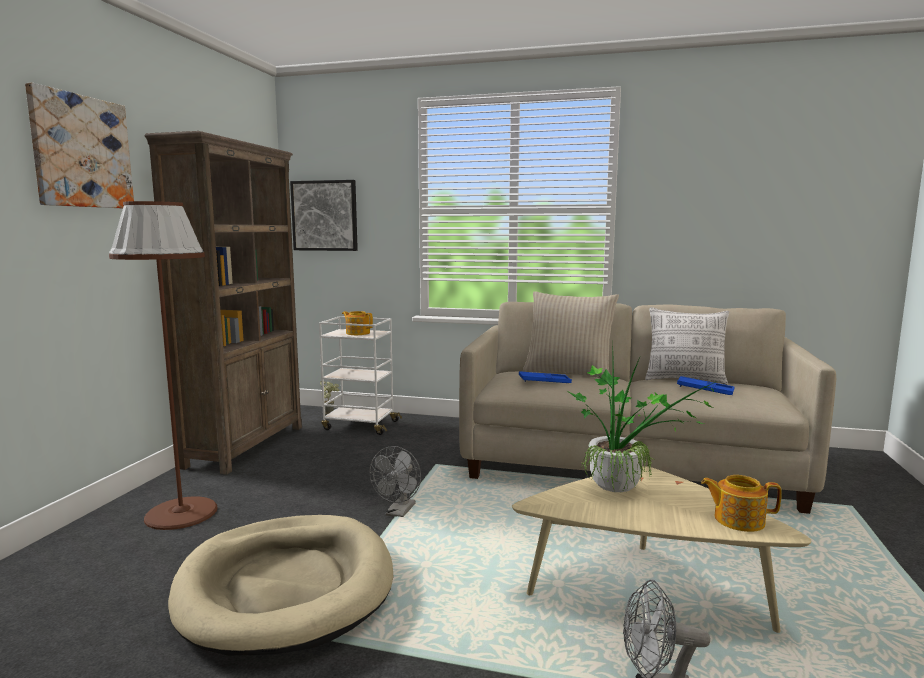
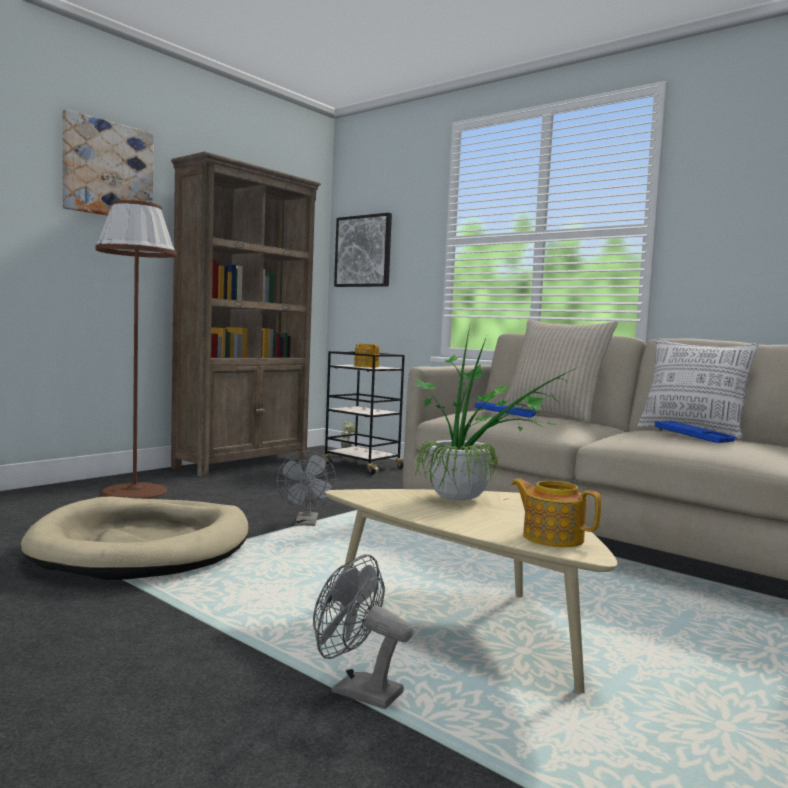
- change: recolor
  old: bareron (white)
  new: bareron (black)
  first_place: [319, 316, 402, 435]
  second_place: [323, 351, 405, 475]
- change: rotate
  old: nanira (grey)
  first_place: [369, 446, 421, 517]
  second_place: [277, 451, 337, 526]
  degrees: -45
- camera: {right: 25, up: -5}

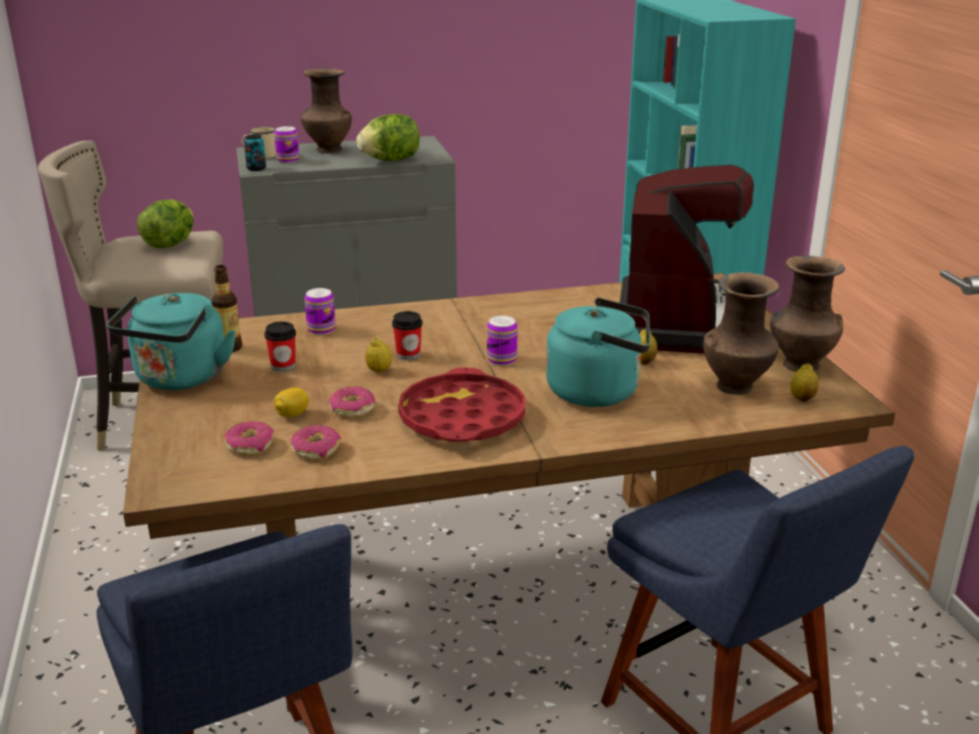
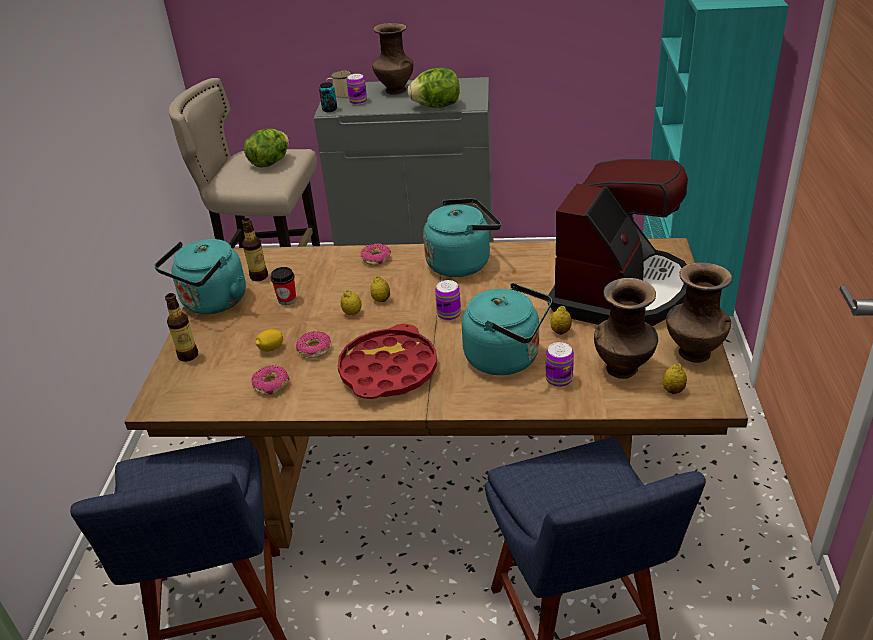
- change: move
  old: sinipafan
  first_place: [305, 288, 335, 335]
  second_place: [546, 342, 574, 387]
- change: replace
  old: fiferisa
  new: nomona
  first_place: [392, 311, 423, 360]
  second_place: [370, 276, 390, 302]
- change: move
  old: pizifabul
  first_place: [224, 421, 274, 456]
  second_place: [361, 244, 391, 266]
- change: insert
  new: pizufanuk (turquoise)
  second_place: [423, 198, 501, 277]
- change: insert
  new: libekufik
  second_place: [165, 293, 198, 362]
- camera: {right: 20, up: 10}

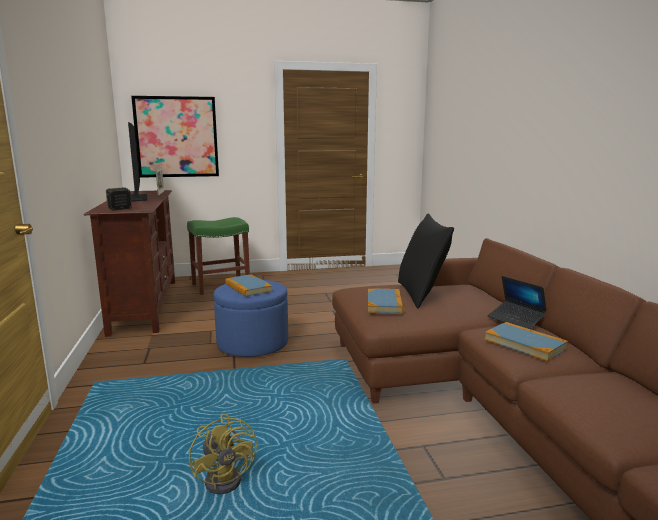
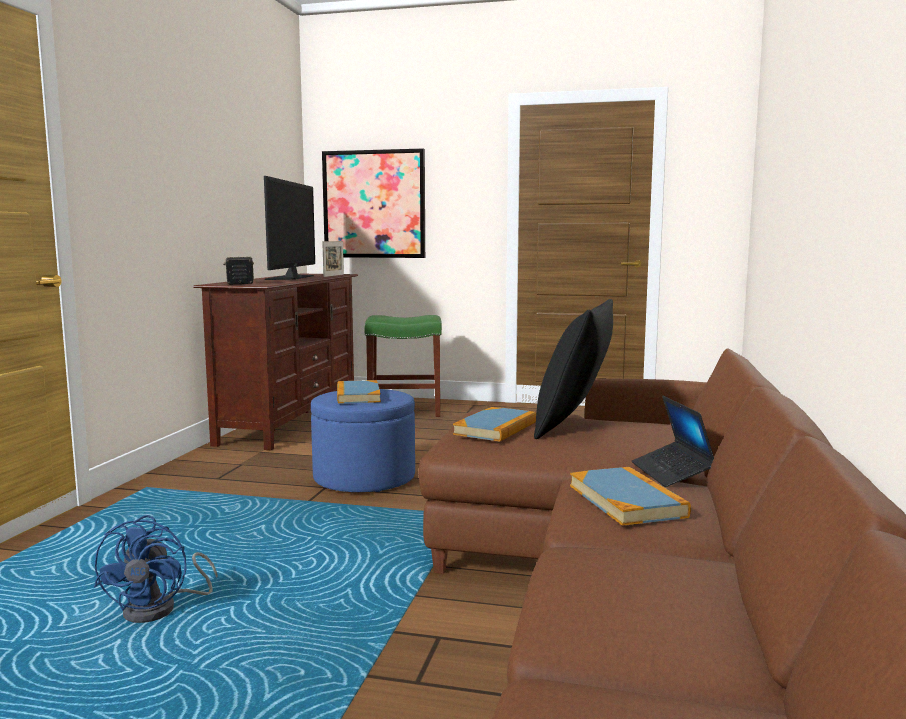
- change: recolor
  old: nanira (yellow)
  new: nanira (blue)
  first_place: [189, 414, 257, 494]
  second_place: [94, 515, 217, 623]
- camera: {right: 25, up: -5}

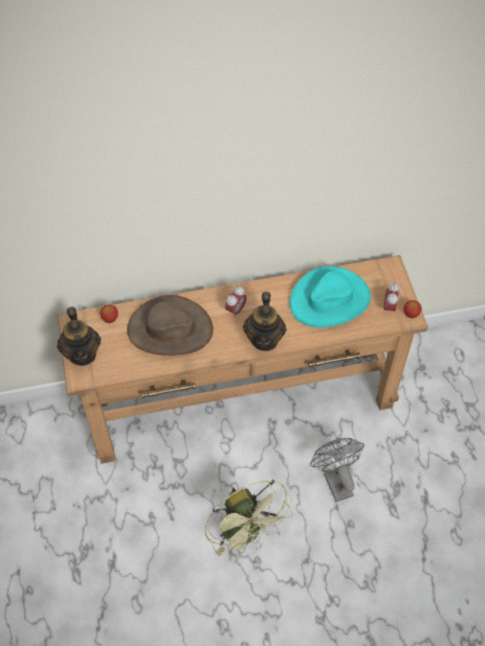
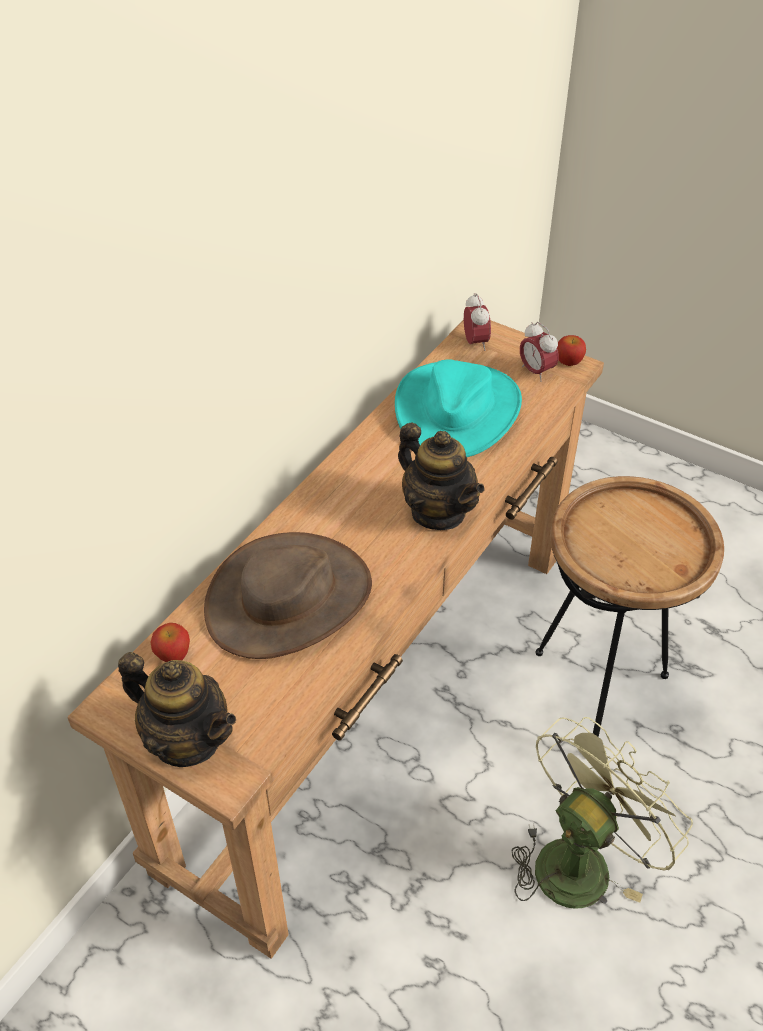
- change: move
  old: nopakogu
  first_place: [225, 286, 247, 318]
  second_place: [464, 293, 491, 351]
- change: replace
  old: nanira (grey)
  new: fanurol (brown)
  first_place: [310, 438, 364, 502]
  second_place: [535, 476, 724, 737]
- change: rotate
  old: nanira (green)
  first_place: [205, 480, 293, 557]
  second_place: [512, 717, 693, 909]
  degrees: -60
- camera: {right: -45, up: -10}

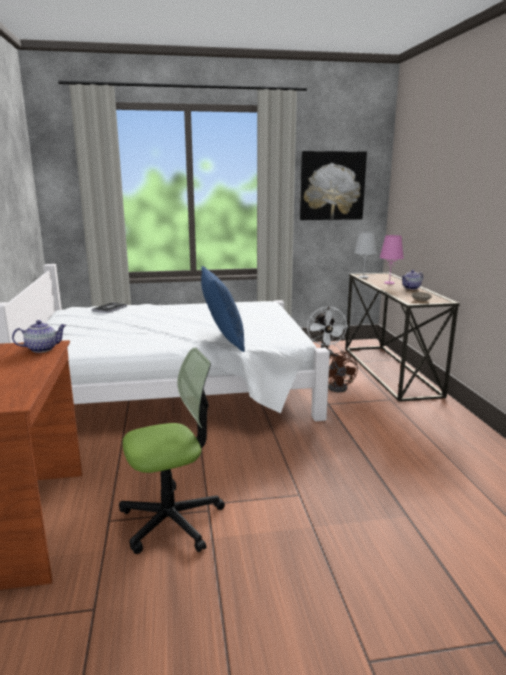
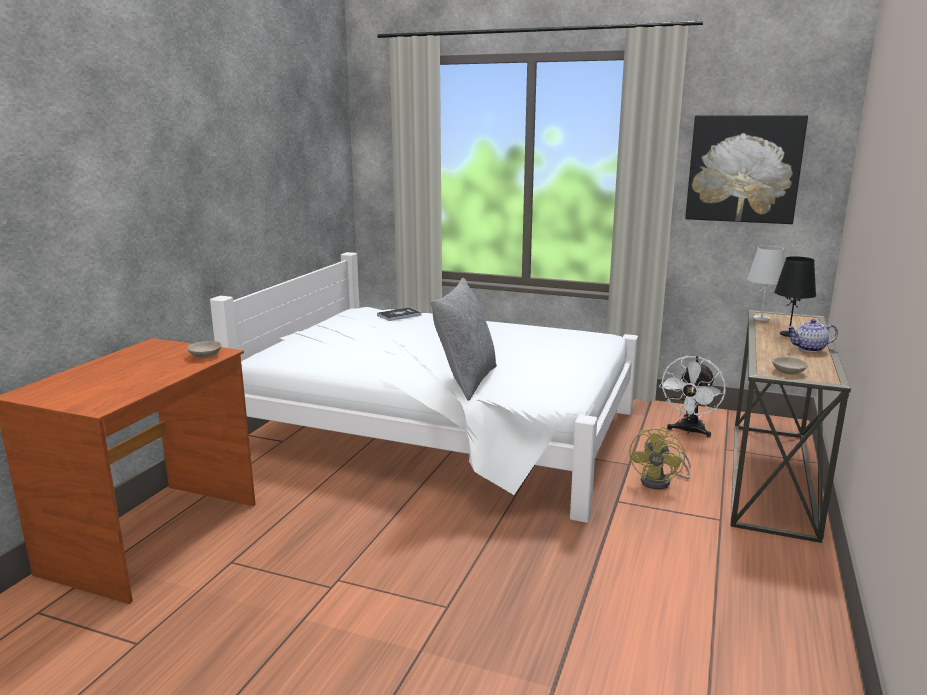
- change: recolor
  old: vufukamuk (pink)
  new: vufukamuk (black)
  first_place: [380, 235, 404, 284]
  second_place: [774, 256, 816, 337]
- change: recolor
  old: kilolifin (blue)
  new: kilolifin (grey)
  first_place: [201, 266, 245, 352]
  second_place: [431, 278, 497, 401]
- change: replace
  old: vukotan
  new: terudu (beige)
  first_place: [12, 320, 67, 353]
  second_place: [187, 341, 222, 358]
- change: delete
  old: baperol
  first_place: [119, 348, 225, 554]
- change: recolor
  old: nanira (brown)
  new: nanira (yellow)
  first_place: [328, 351, 358, 392]
  second_place: [629, 427, 691, 490]
- camera: {right: 30, up: 0}

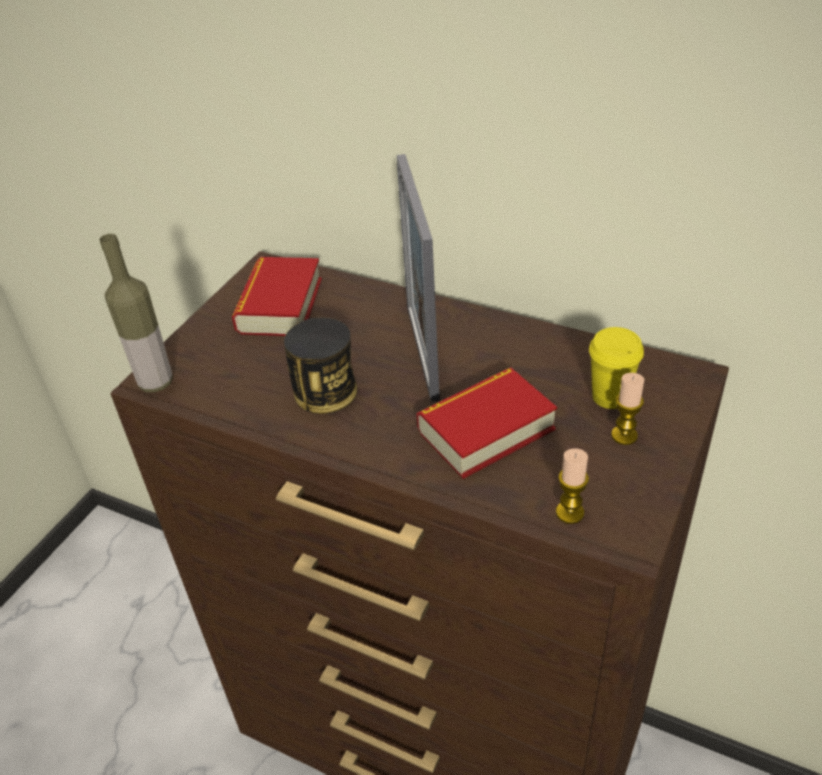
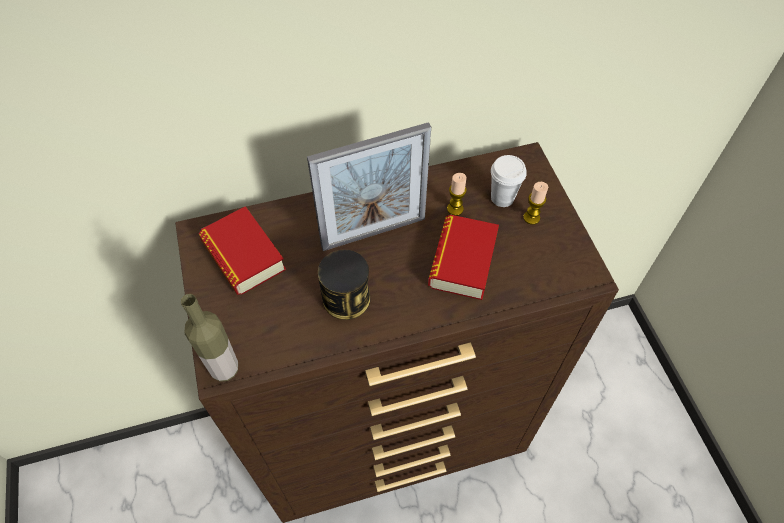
- change: rotate
  old: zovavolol
  first_place: [397, 154, 440, 402]
  second_place: [307, 122, 431, 251]
  degrees: -60
- change: recolor
  old: fiferisa (yellow)
  new: fiferisa (white)
  first_place: [589, 327, 644, 409]
  second_place: [491, 155, 527, 207]
- change: move
  old: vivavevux
  first_place: [556, 448, 589, 524]
  second_place: [447, 173, 467, 216]
- camera: {right: -45, up: 15}

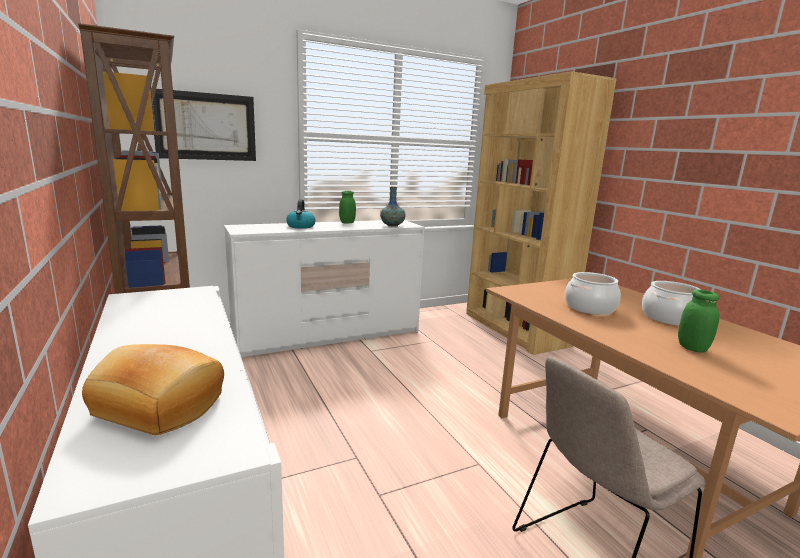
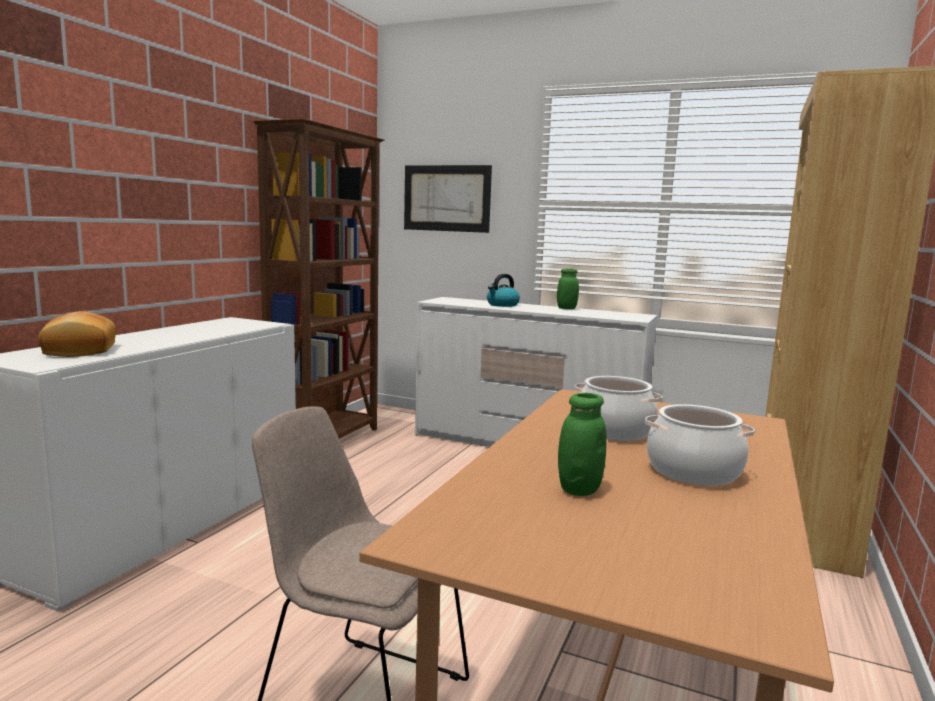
- change: delete
  old: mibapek
  first_place: [380, 187, 406, 227]
- camera: {right: 50, up: -5}

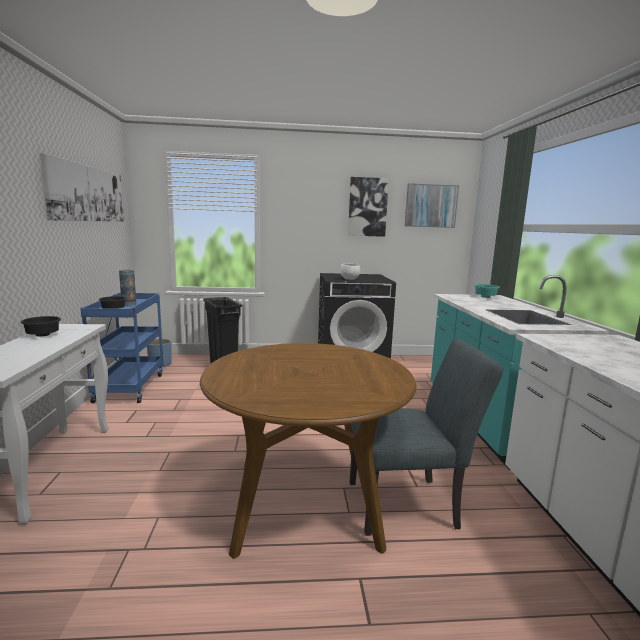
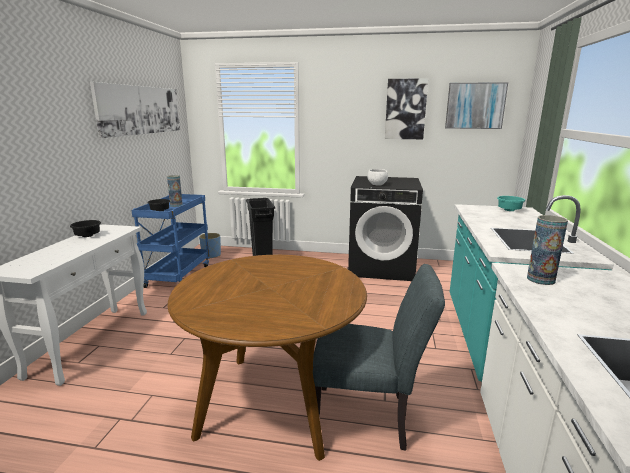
- change: insert
  new: mibapek
  second_place: [527, 215, 568, 285]
- camera: {right: 15, up: 5}

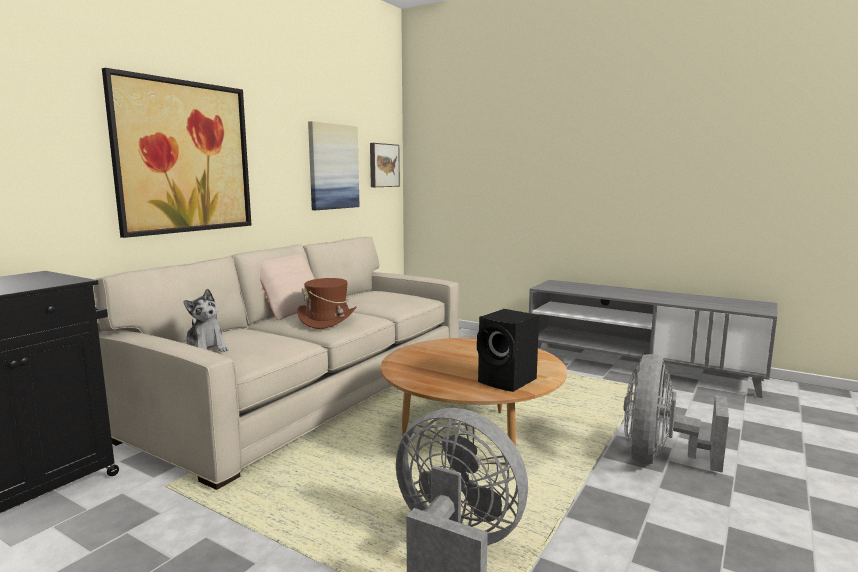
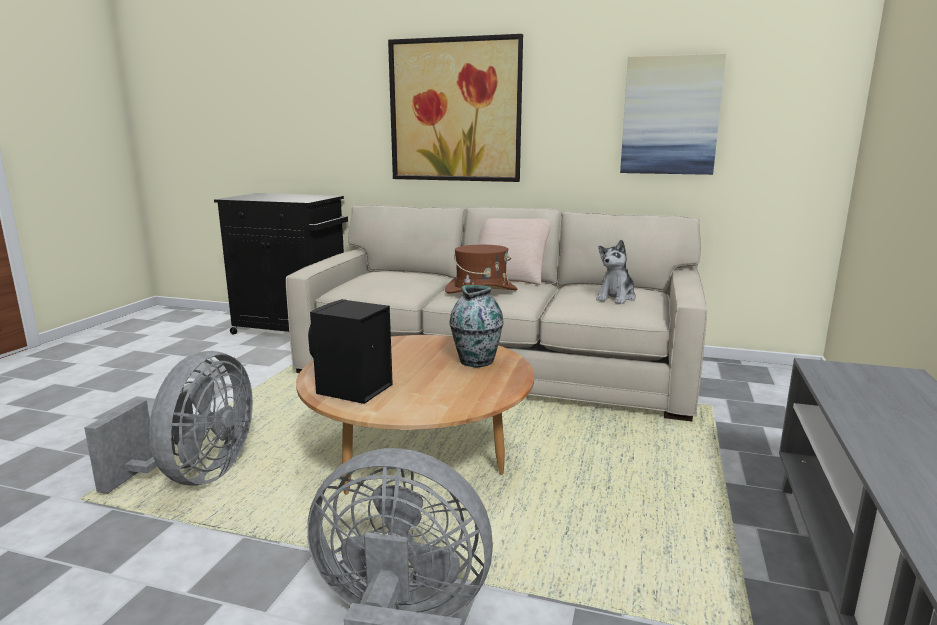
- change: delete
  old: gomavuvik
  first_place: [370, 143, 400, 187]
- change: move
  old: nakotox
  first_place: [184, 289, 229, 352]
  second_place: [596, 240, 636, 304]
- change: insert
  new: mibapek
  second_place: [449, 285, 504, 367]
- camera: {right: 75, up: 5}

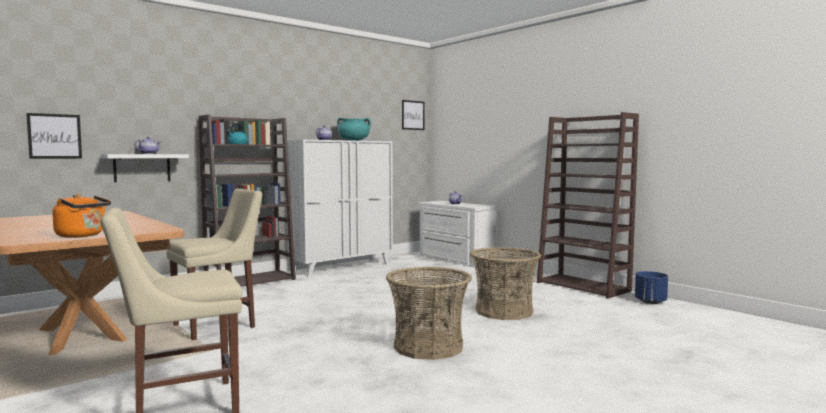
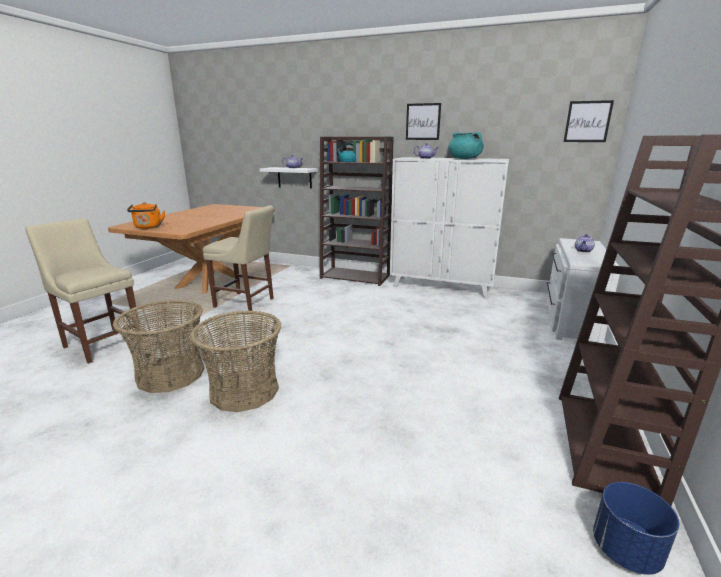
- change: move
  old: gomavuvik
  first_place: [26, 113, 82, 159]
  second_place: [406, 103, 441, 140]
- change: move
  old: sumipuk
  first_place: [470, 247, 541, 320]
  second_place: [113, 300, 204, 393]
- camera: {right: 60, up: 15}

